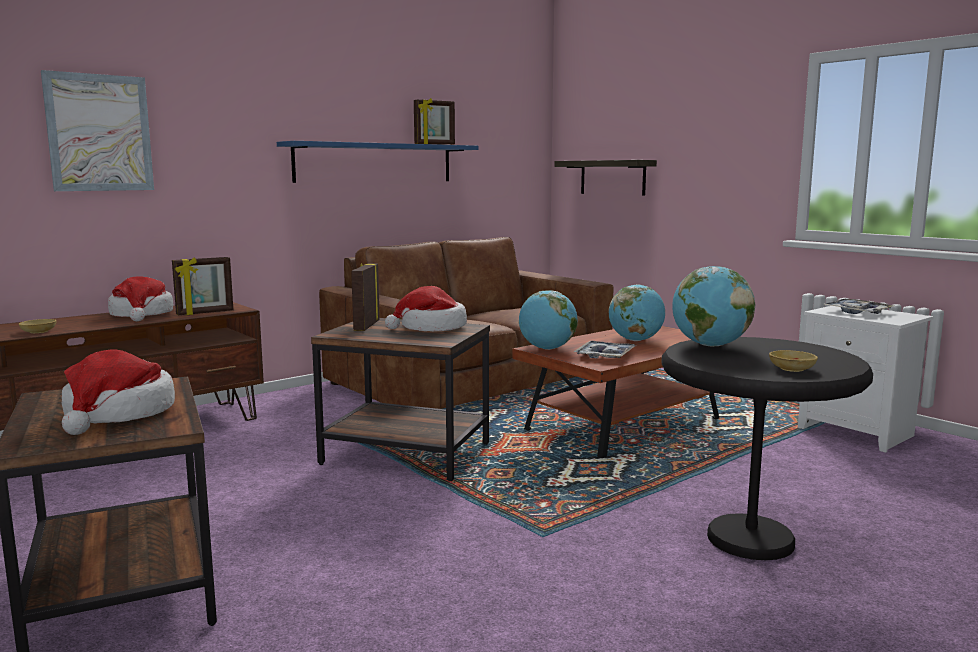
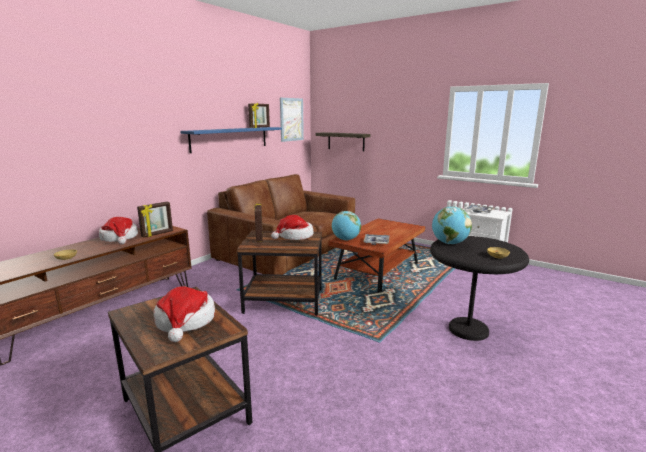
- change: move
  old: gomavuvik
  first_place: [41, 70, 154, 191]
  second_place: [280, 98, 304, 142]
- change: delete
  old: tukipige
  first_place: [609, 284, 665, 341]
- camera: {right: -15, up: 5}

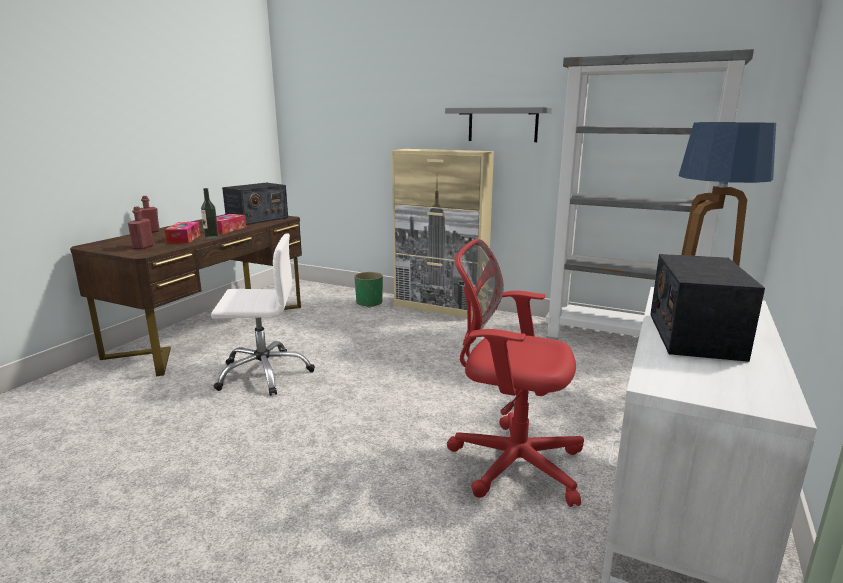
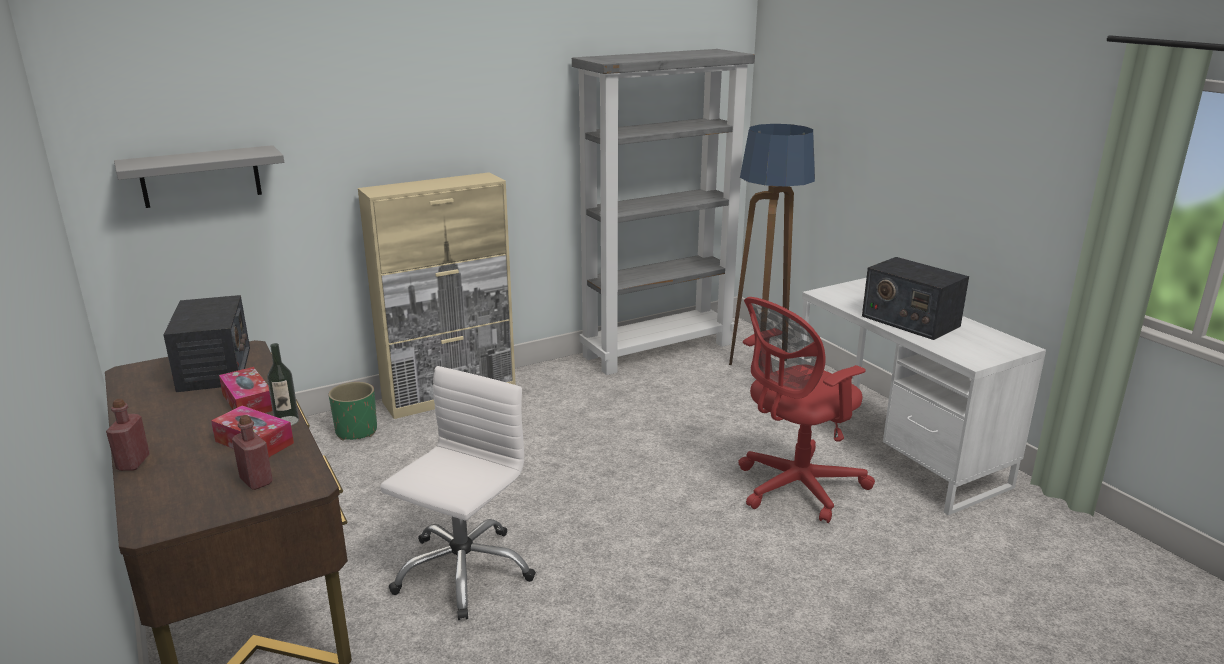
- change: move
  old: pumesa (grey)
  first_place: [445, 107, 552, 142]
  second_place: [114, 145, 284, 208]
- camera: {right: -55, up: 5}

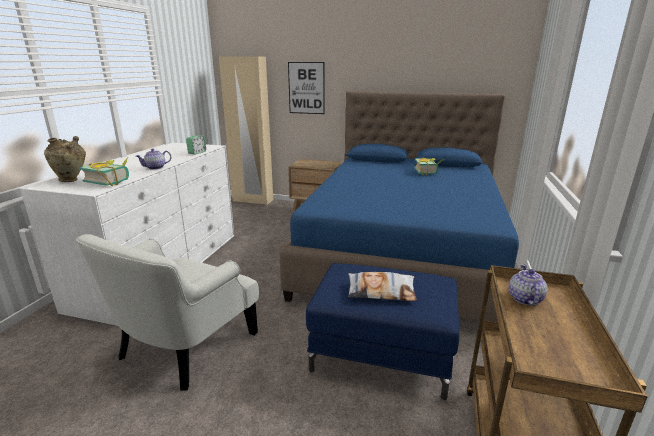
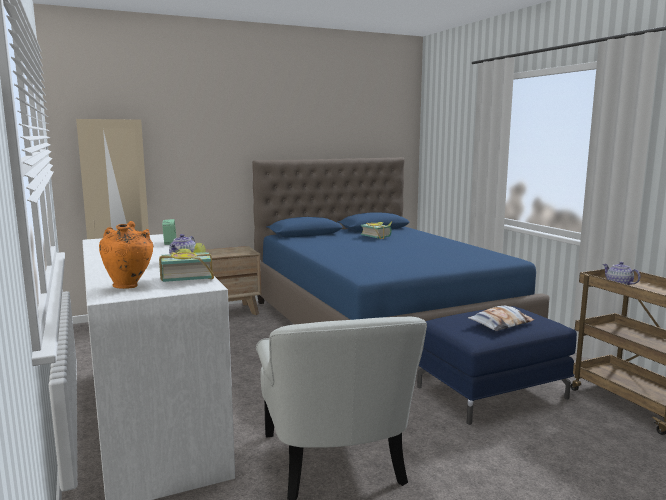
- change: delete
  old: gomavuvik
  first_place: [288, 62, 325, 114]
- change: recolor
  old: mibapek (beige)
  new: mibapek (orange)
  first_place: [44, 136, 86, 182]
  second_place: [99, 221, 154, 289]
- camera: {right: -40, up: -10}

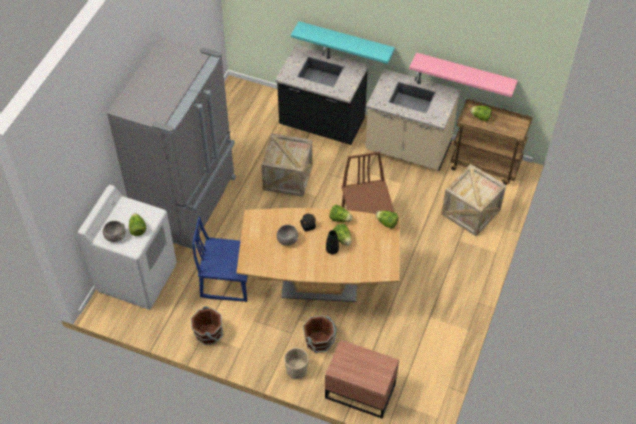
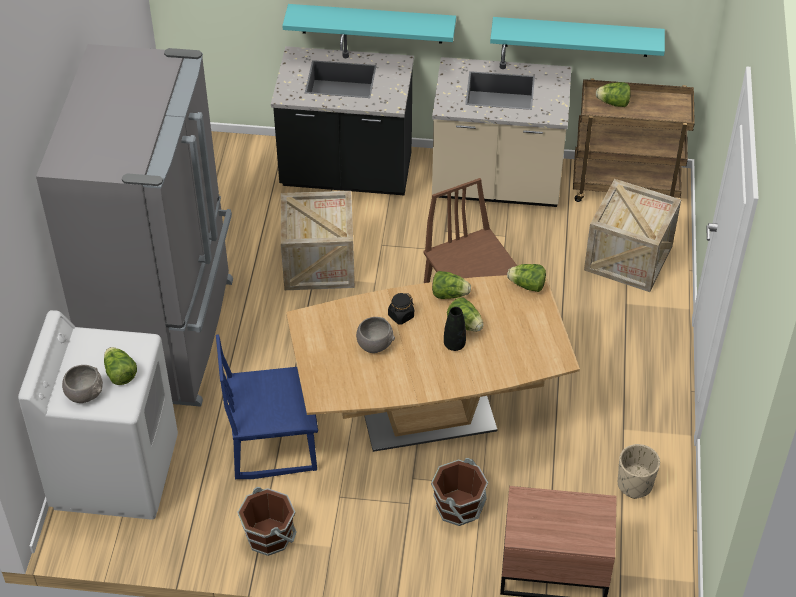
- change: recolor
  old: pumesa (pink)
  new: pumesa (turquoise)
  first_place: [409, 52, 518, 97]
  second_place: [490, 17, 665, 57]
- change: move
  old: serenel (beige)
  first_place: [284, 348, 309, 379]
  second_place: [618, 444, 660, 499]
- camera: {right: -15, up: -5}

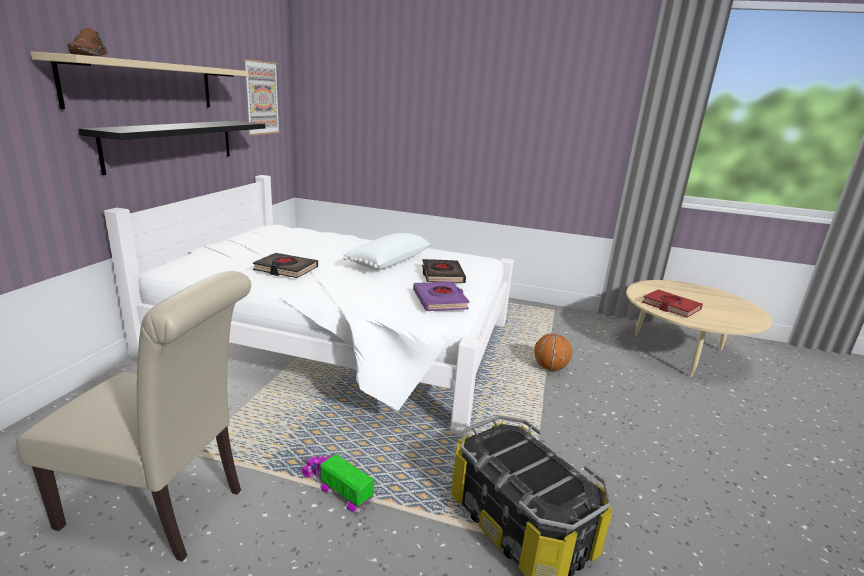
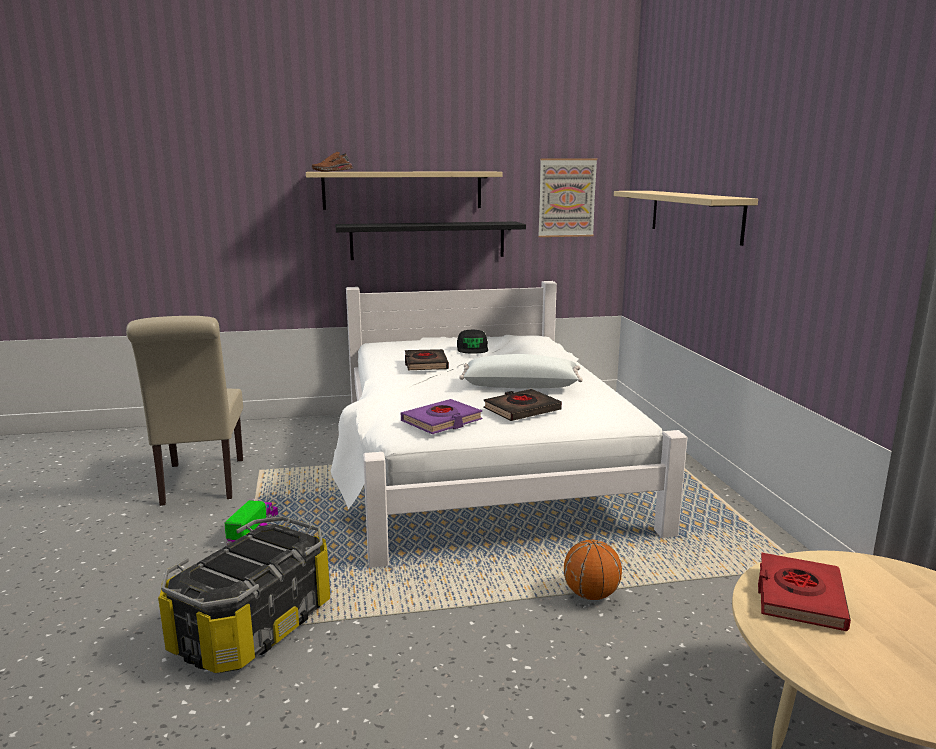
- change: insert
  new: pumesa (beige)
  second_place: [614, 191, 758, 246]
- change: insert
  new: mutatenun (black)
  second_place: [457, 330, 488, 354]
- camera: {right: 65, up: -5}

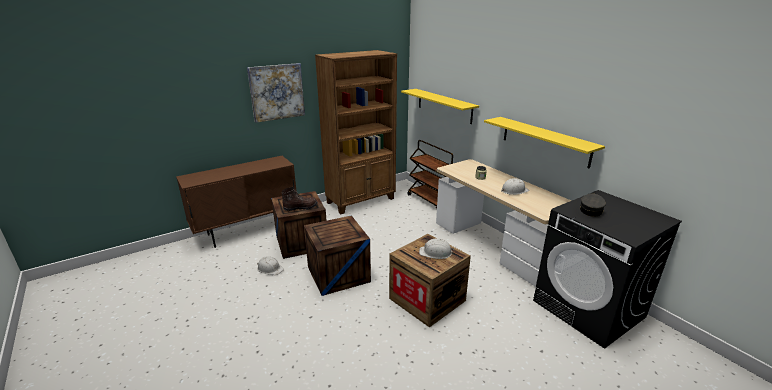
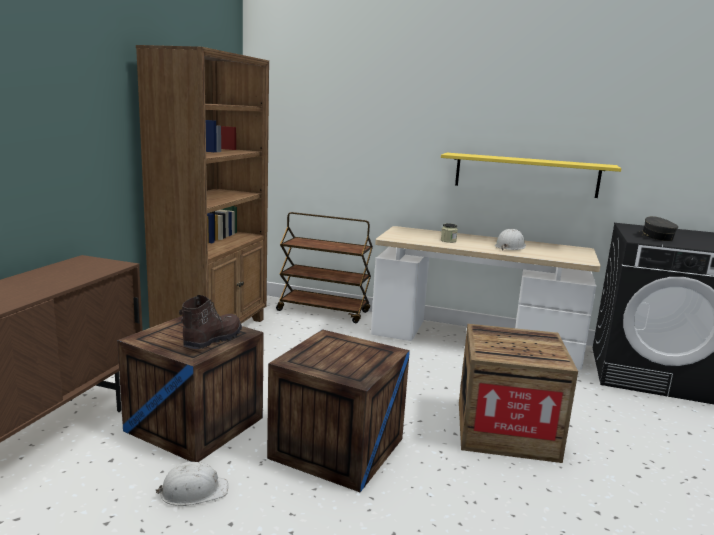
- change: delete
  old: gomavuvik
  first_place: [247, 63, 305, 123]
- change: delete
  old: pumesa (yellow)
  first_place: [401, 89, 479, 124]
- change: delete
  old: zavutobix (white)
  first_place: [419, 238, 454, 259]
- camera: {right: -40, up: -10}

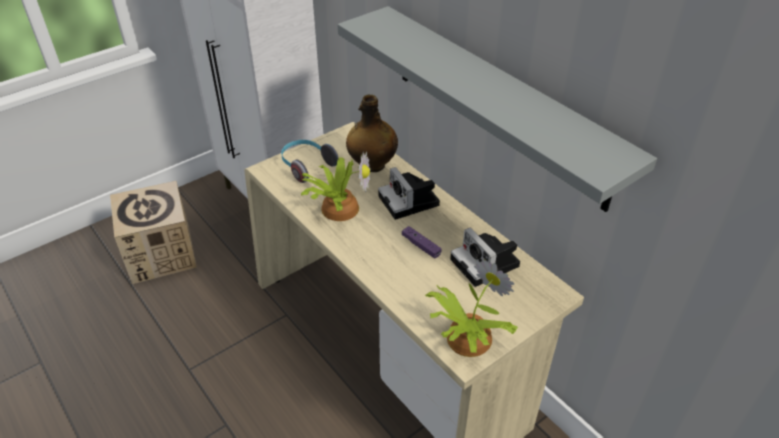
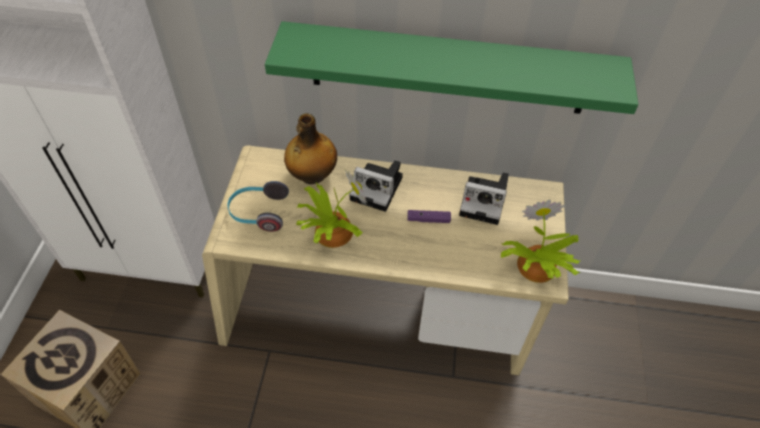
- change: recolor
  old: pumesa (grey)
  new: pumesa (green)
  first_place: [338, 6, 657, 212]
  second_place: [265, 21, 638, 114]
- camera: {right: -45, up: 10}

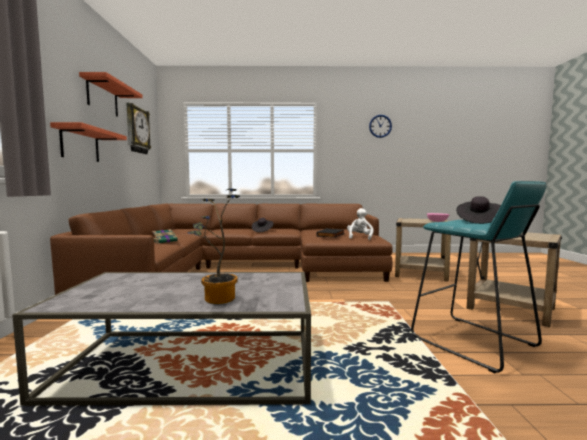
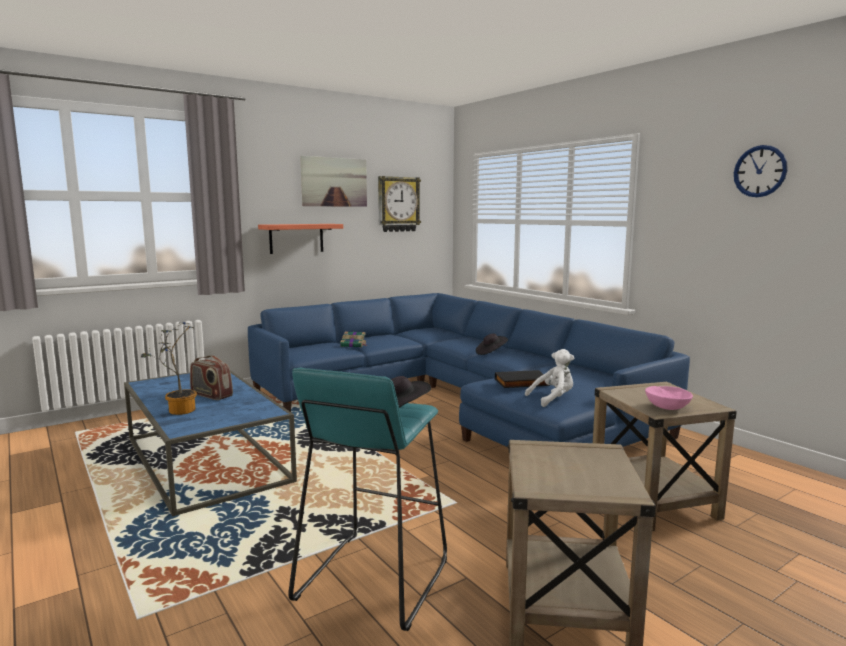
- change: replace
  old: pumesa
  new: gomavuvik
  first_place: [79, 72, 143, 117]
  second_place: [300, 156, 367, 207]
- change: recolor
  old: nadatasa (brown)
  new: nadatasa (blue)
  first_place: [50, 203, 393, 295]
  second_place: [248, 293, 690, 447]
- change: recolor
  old: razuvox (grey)
  new: razuvox (blue)
  first_place: [12, 272, 311, 406]
  second_place: [124, 370, 297, 516]
- change: insert
  new: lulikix
  second_place: [190, 355, 233, 400]
- camera: {right: 55, up: 5}

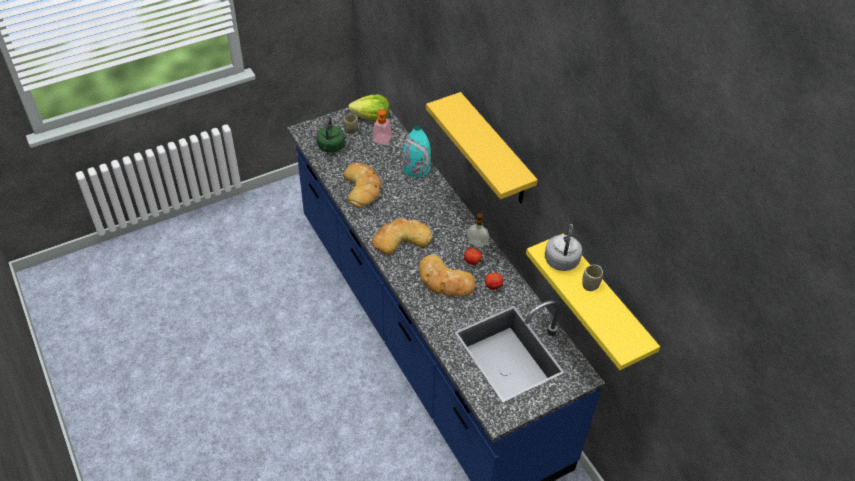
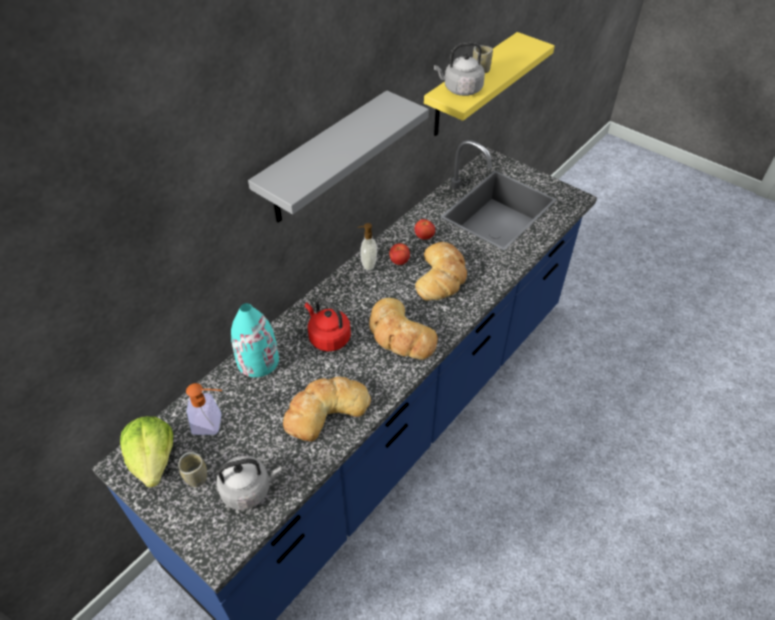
- change: recolor
  old: pumesa (yellow)
  new: pumesa (grey)
  first_place: [426, 92, 538, 203]
  second_place: [248, 90, 429, 223]
- change: recolor
  old: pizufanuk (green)
  new: pizufanuk (grey)
  first_place: [317, 116, 345, 153]
  second_place: [216, 456, 282, 510]
- change: insert
  new: pizufanuk (red)
  second_place: [305, 299, 351, 351]
- camera: {right: -110, up: 0}

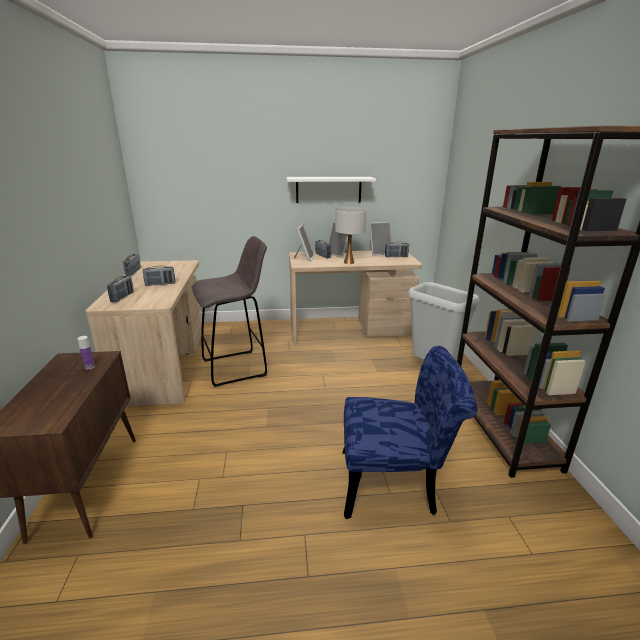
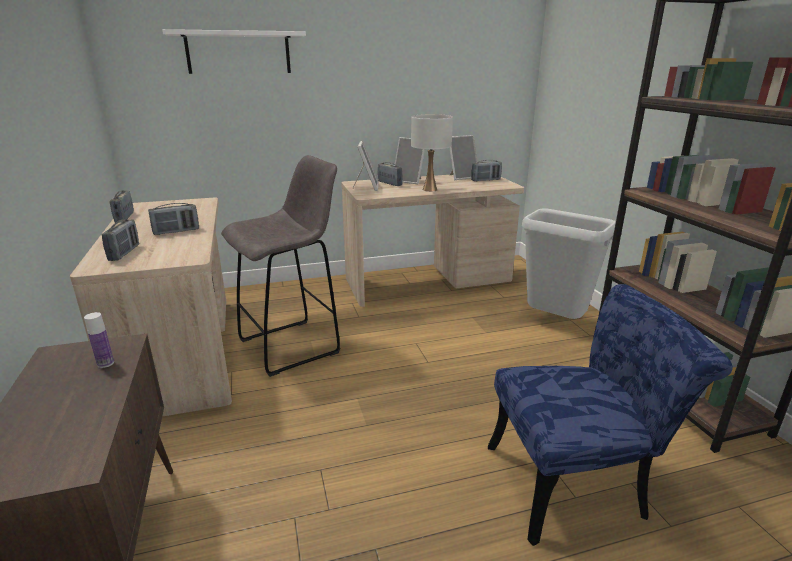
- change: move
  old: pumesa (white)
  first_place: [286, 177, 376, 203]
  second_place: [162, 29, 306, 74]
- camera: {right: -10, up: 0}

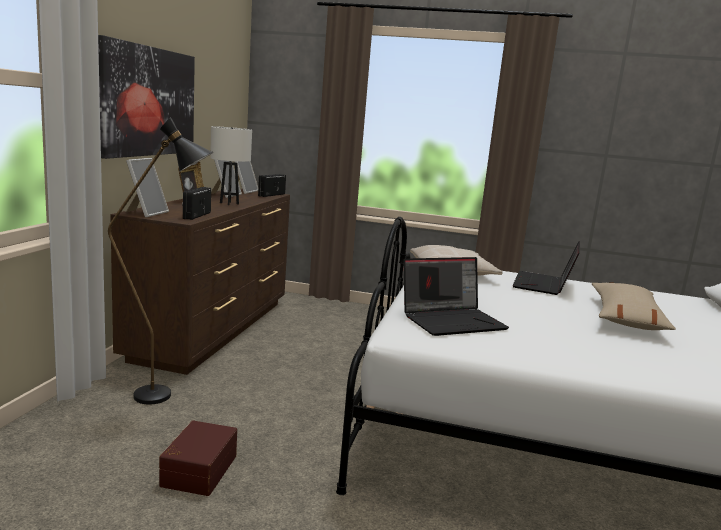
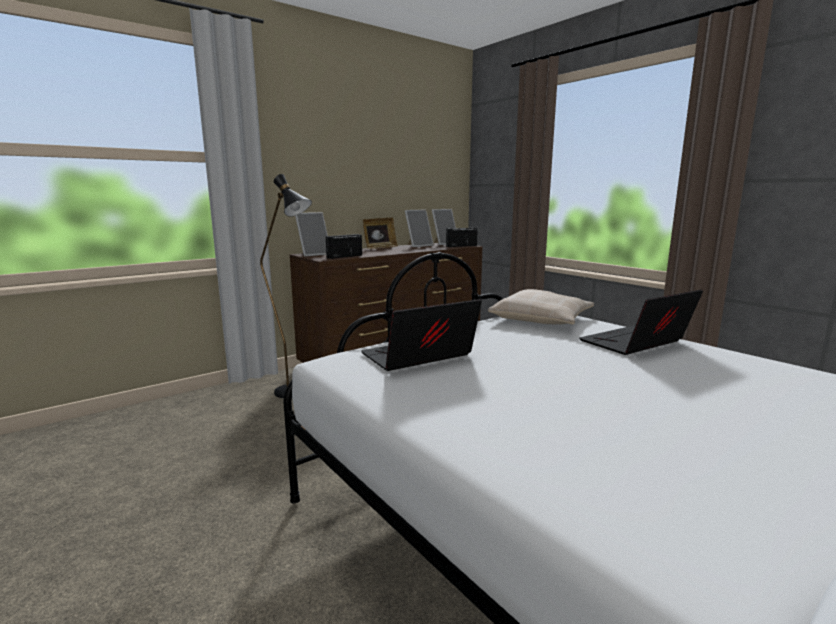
- change: delete
  old: gomavuvik
  first_place: [98, 35, 195, 159]
- change: delete
  old: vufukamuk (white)
  first_place: [210, 126, 252, 205]
- change: rotate
  old: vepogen
  first_place: [404, 257, 509, 336]
  second_place: [361, 299, 482, 371]
  degrees: 135
- change: delete
  old: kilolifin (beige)
  first_place: [592, 282, 676, 330]
- change: delete
  old: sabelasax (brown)
  first_place: [159, 420, 237, 496]
- camera: {right: 40, up: 0}

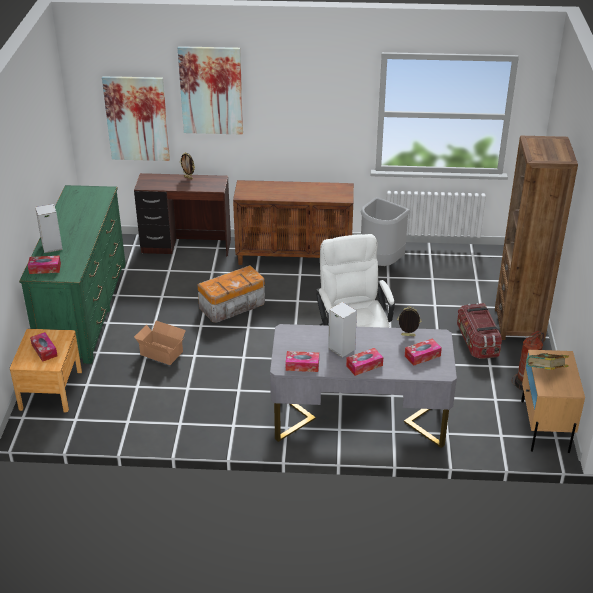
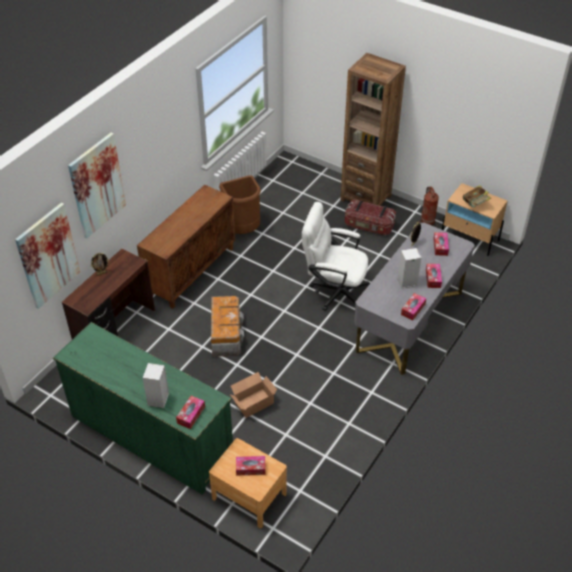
- change: recolor
  old: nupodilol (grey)
  new: nupodilol (brown)
  first_place: [361, 197, 410, 266]
  second_place: [219, 175, 261, 234]
- camera: {right: -60, up: 10}

